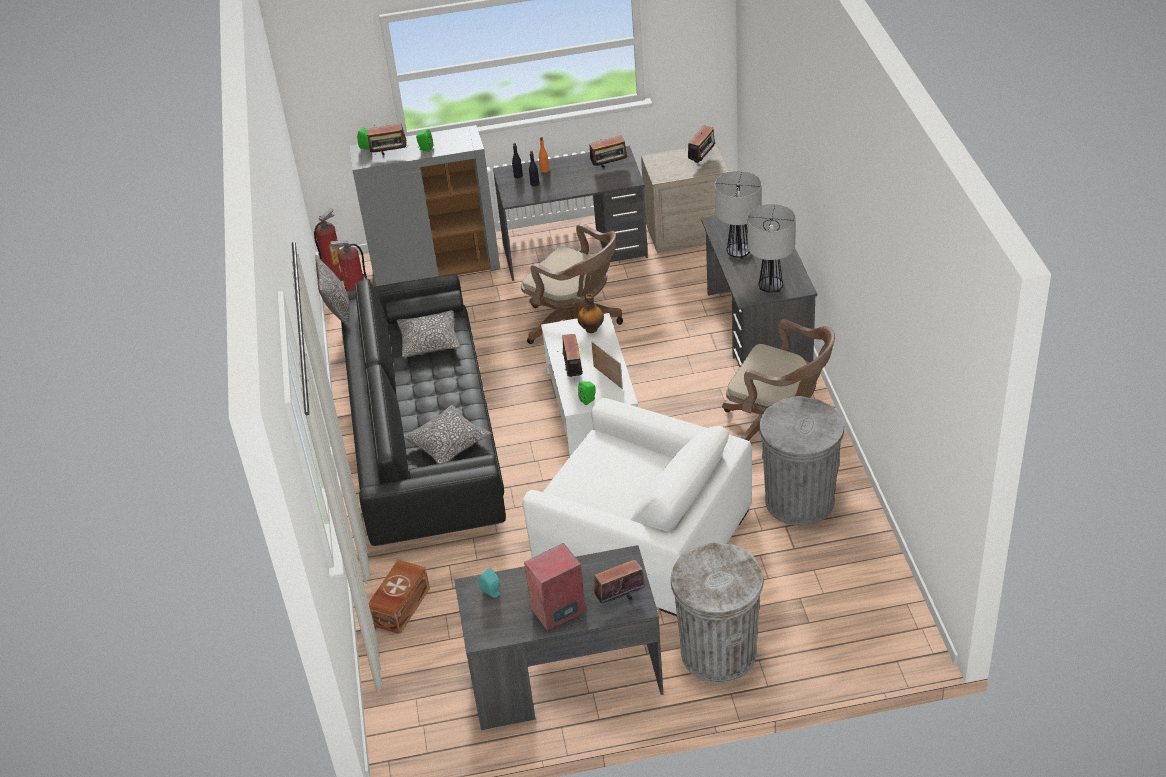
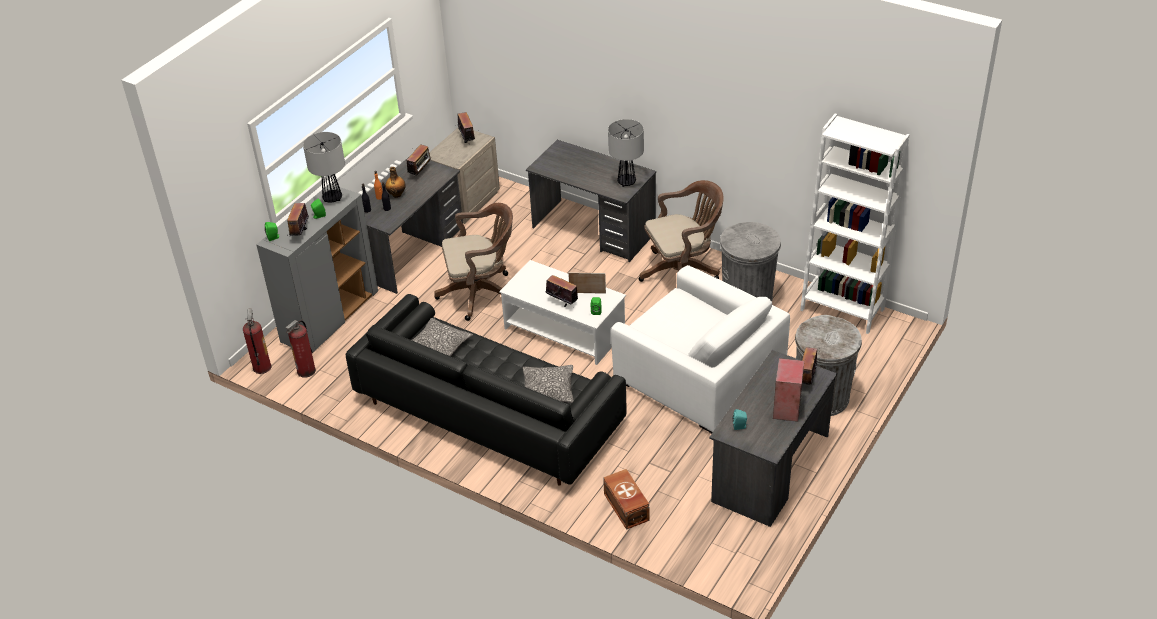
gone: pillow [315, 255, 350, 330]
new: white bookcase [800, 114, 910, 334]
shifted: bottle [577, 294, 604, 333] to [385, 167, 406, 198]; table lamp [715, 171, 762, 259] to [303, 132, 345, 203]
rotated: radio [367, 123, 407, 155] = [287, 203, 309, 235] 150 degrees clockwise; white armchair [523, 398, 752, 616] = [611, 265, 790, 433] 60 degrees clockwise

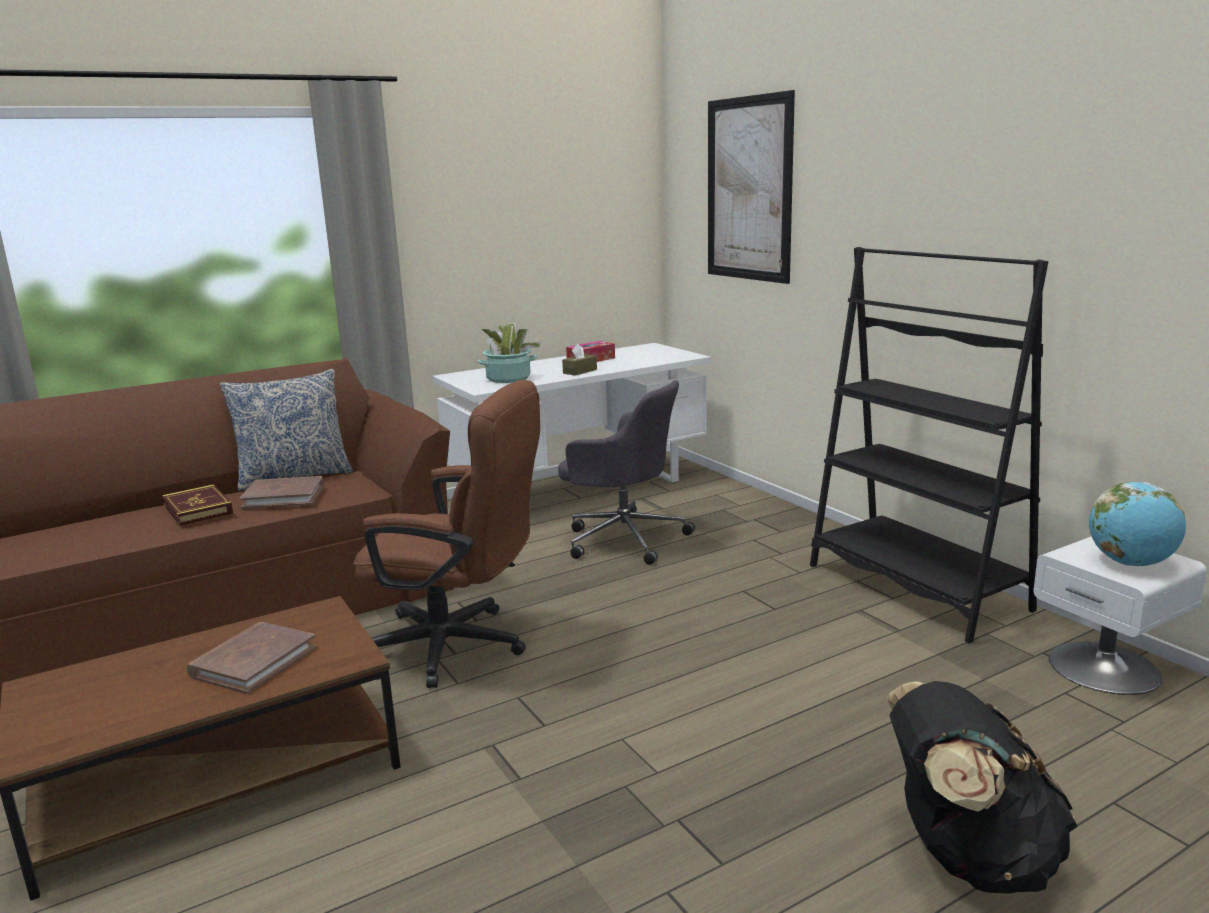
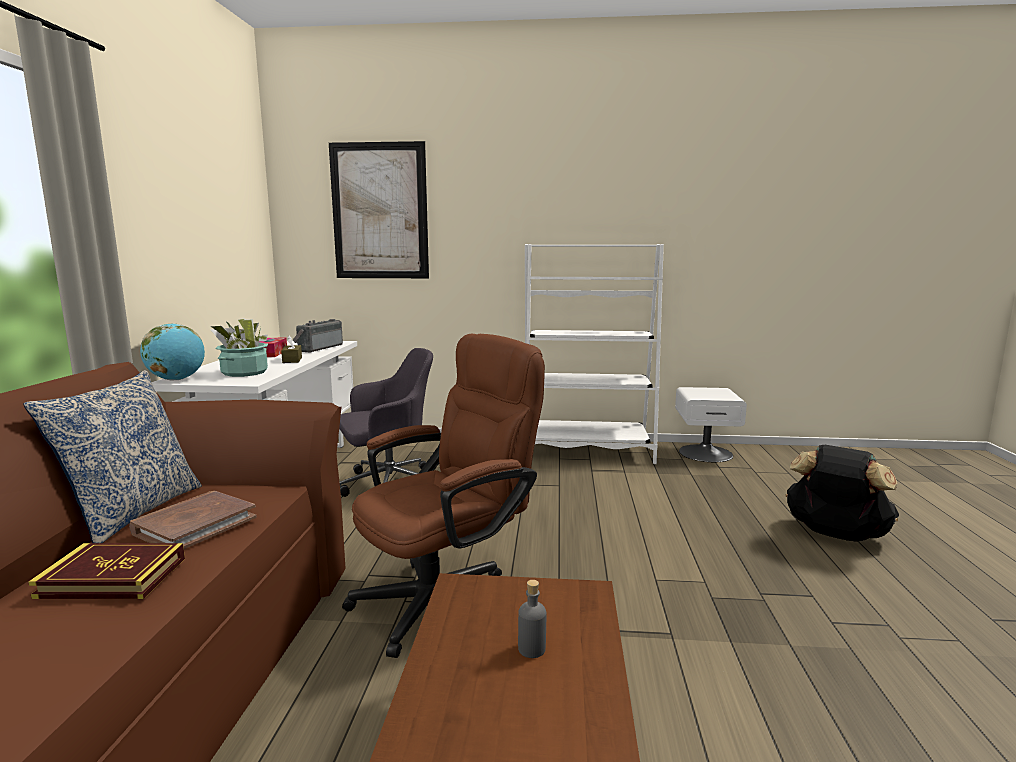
new: radio [293, 319, 343, 353]
shifted: globe [1089, 482, 1186, 566] to [140, 323, 205, 381]
swapped: brown book [187, 622, 317, 694] to grey bottle [518, 580, 546, 658]
repainted: black bookcase [810, 247, 1048, 643] to white bookcase [525, 244, 664, 464]

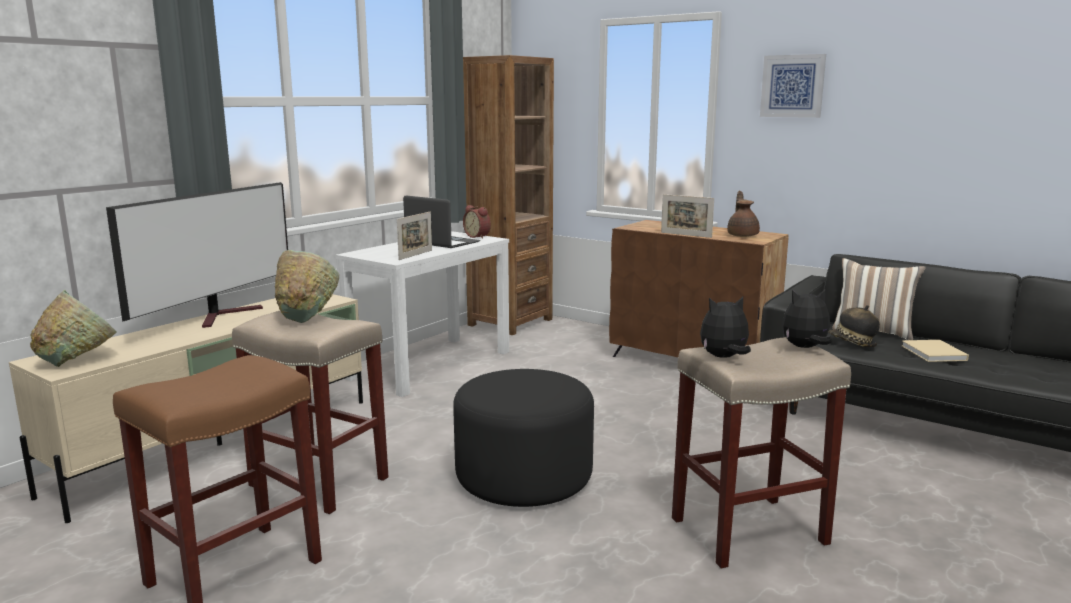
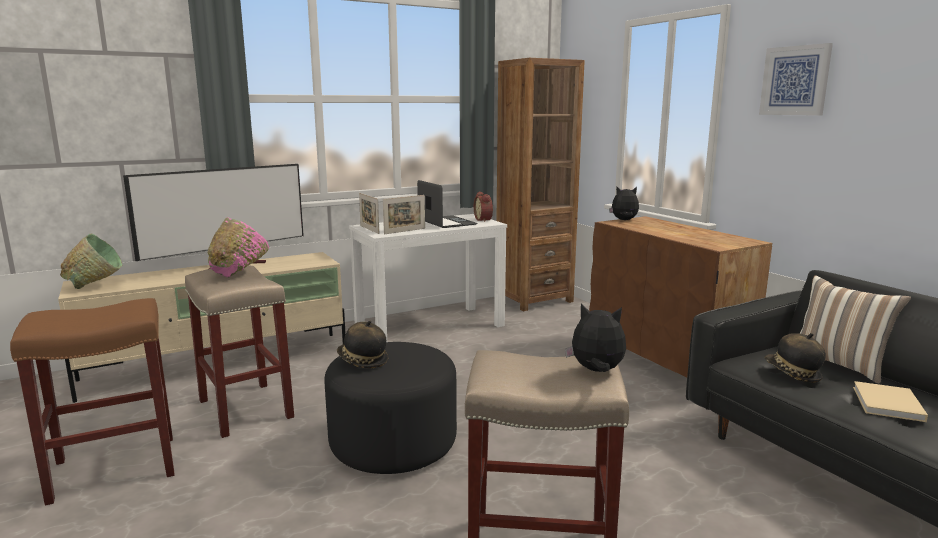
gone: brown teapot [727, 191, 760, 237]
new: hat [337, 320, 388, 368]
shifted: picture frame [661, 194, 714, 238] to [359, 193, 379, 234]; plush toy [700, 296, 751, 358] to [609, 186, 639, 220]
repainted: green bowl [275, 250, 340, 323] to pink bowl [207, 217, 269, 278]

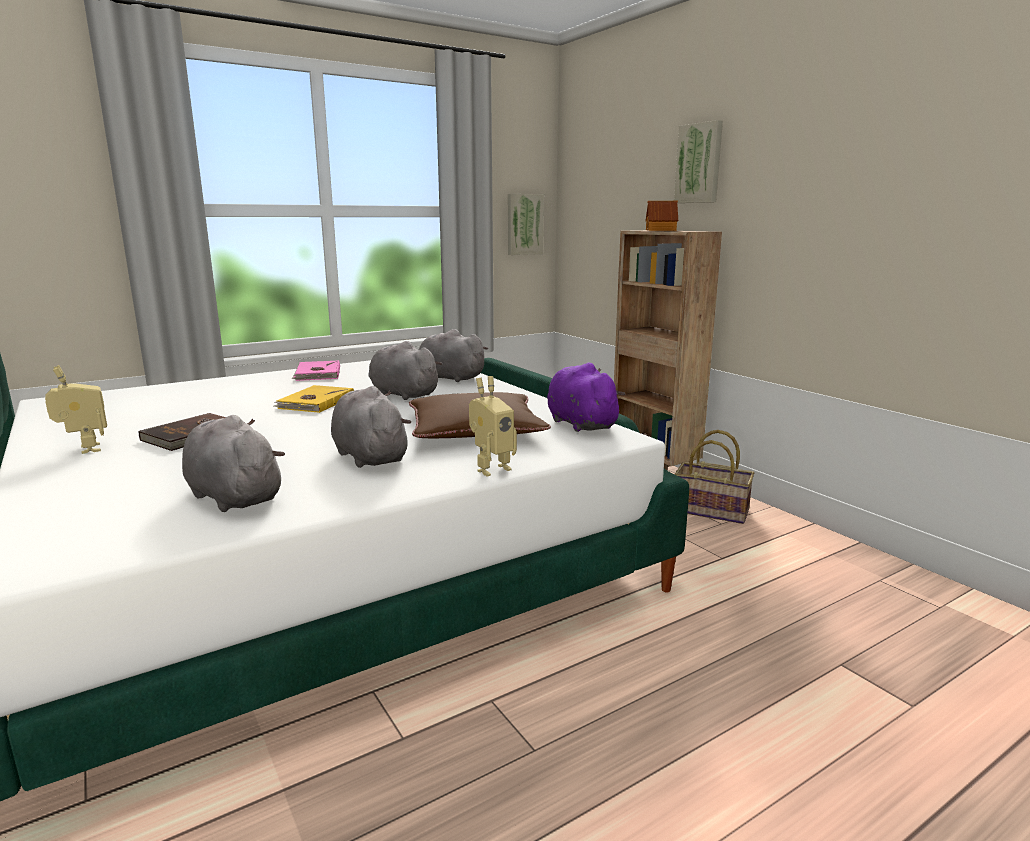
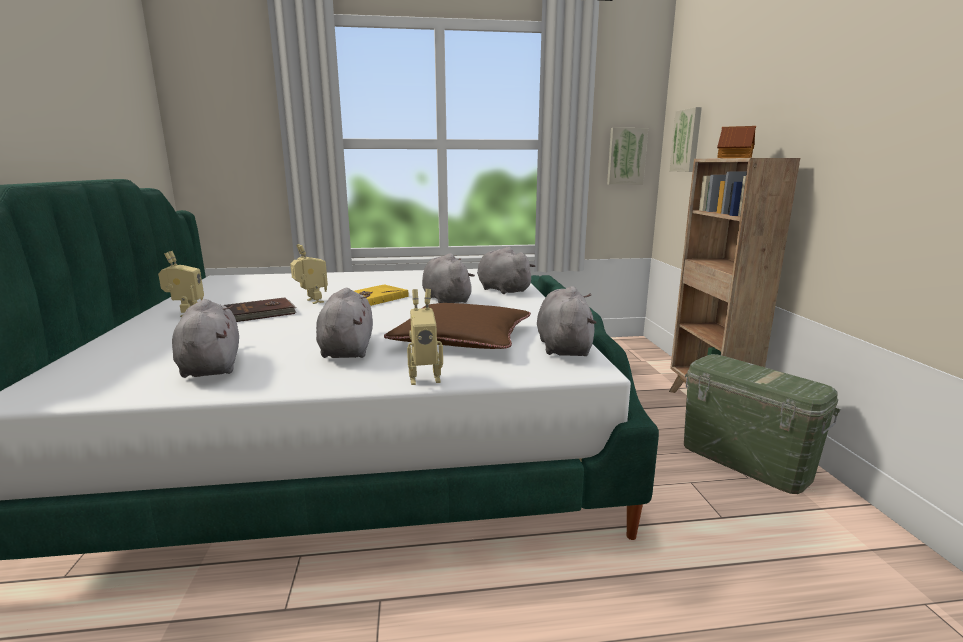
gone: pink book [292, 360, 340, 381]
new: toy robot [290, 244, 328, 304]
shifted: picture [674, 120, 723, 203] to [670, 107, 702, 172]
swapped: basket [675, 430, 754, 524] to green storage box [684, 354, 840, 494]
repainted: purple plush toy [547, 363, 625, 432] to grey plush toy [537, 286, 597, 356]

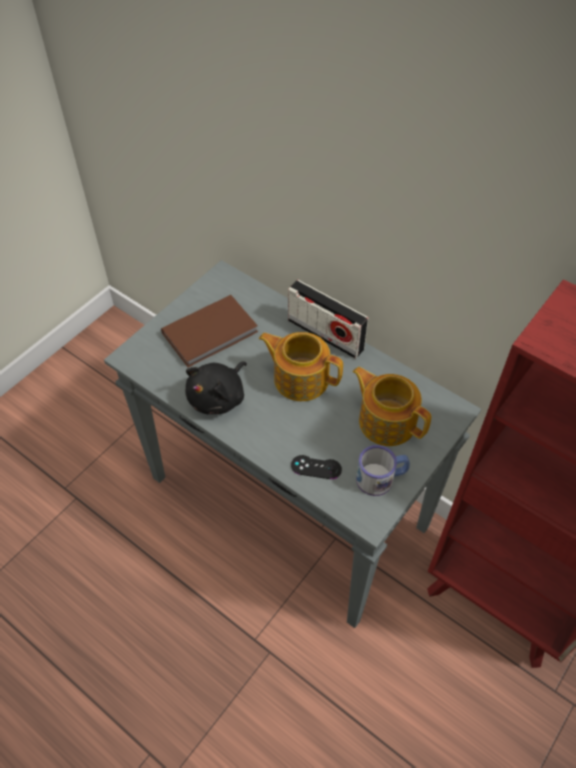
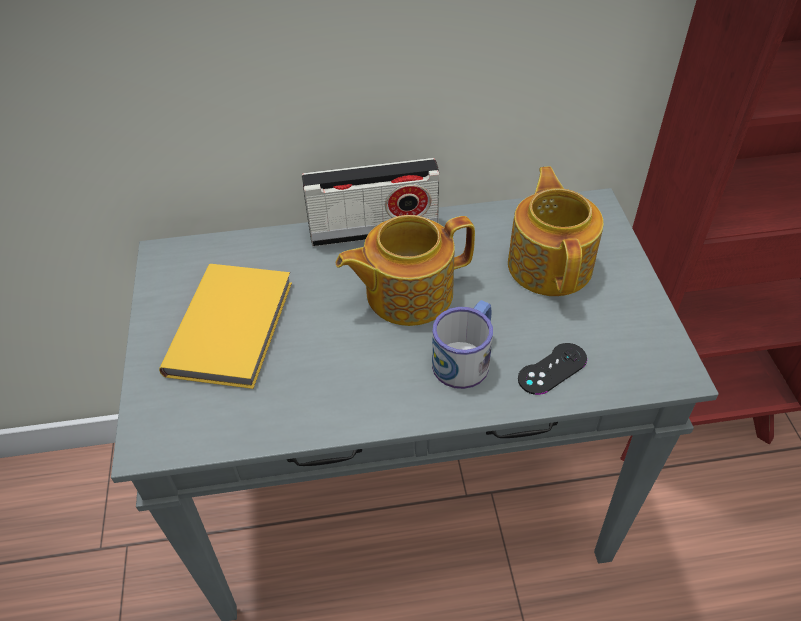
gone: black plush toy [185, 361, 247, 414]
shifted: mug [356, 445, 410, 496] to [432, 300, 493, 389]
repainted: brown book [161, 295, 258, 367] to yellow book [159, 264, 292, 389]
rotated: teapot [352, 367, 432, 446] = [508, 166, 604, 296] 90 degrees clockwise

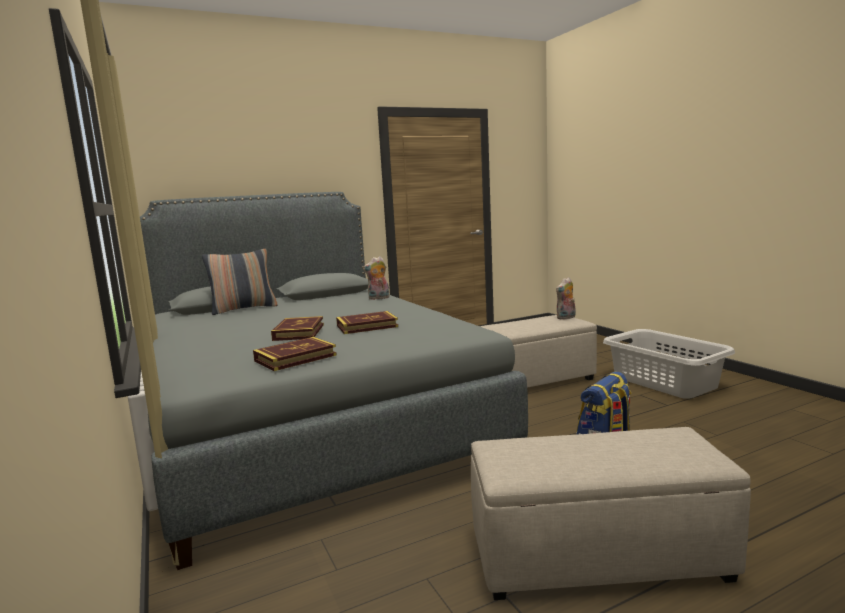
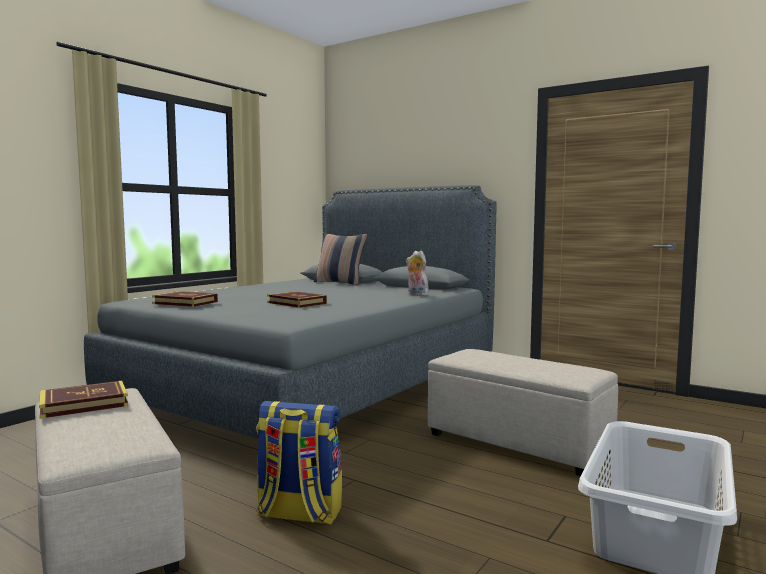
gone: plush toy [556, 277, 576, 320]
shifted: book [271, 316, 324, 341] to [39, 381, 128, 419]

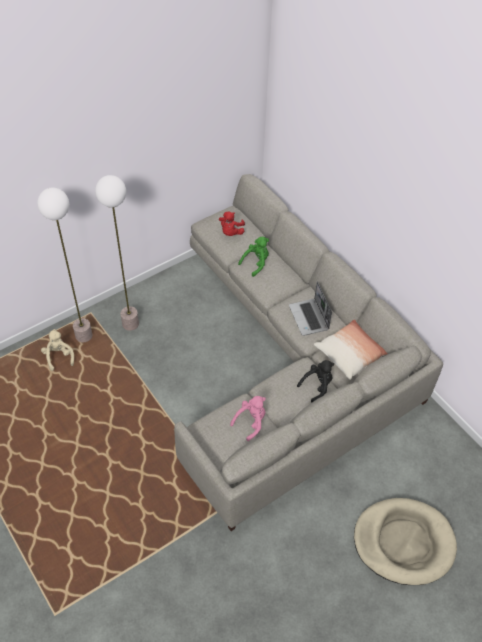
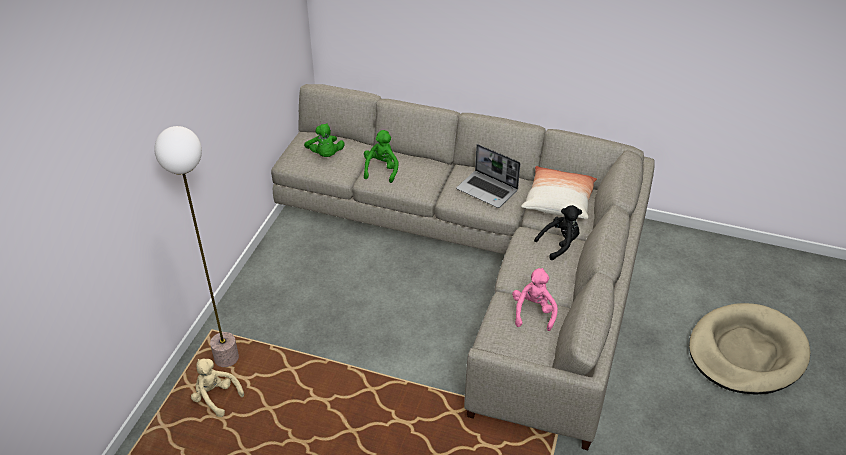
gone: floor lamp [95, 175, 139, 331]
repainted: red plush toy [219, 212, 245, 236] to green plush toy [304, 123, 345, 157]
rotated: black plush toy [297, 360, 334, 403] = [534, 205, 582, 260] 45 degrees clockwise

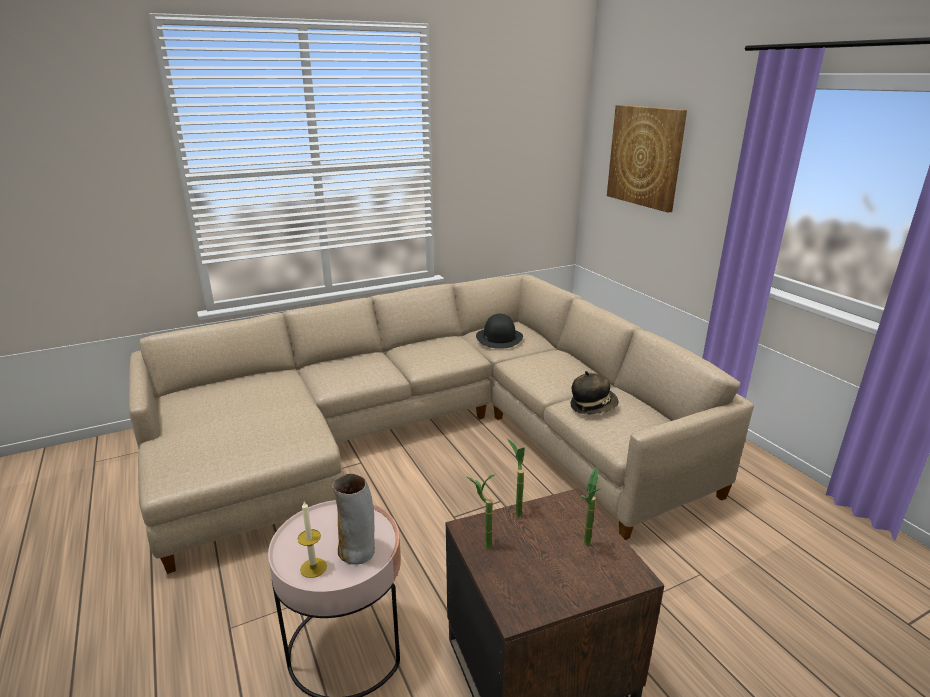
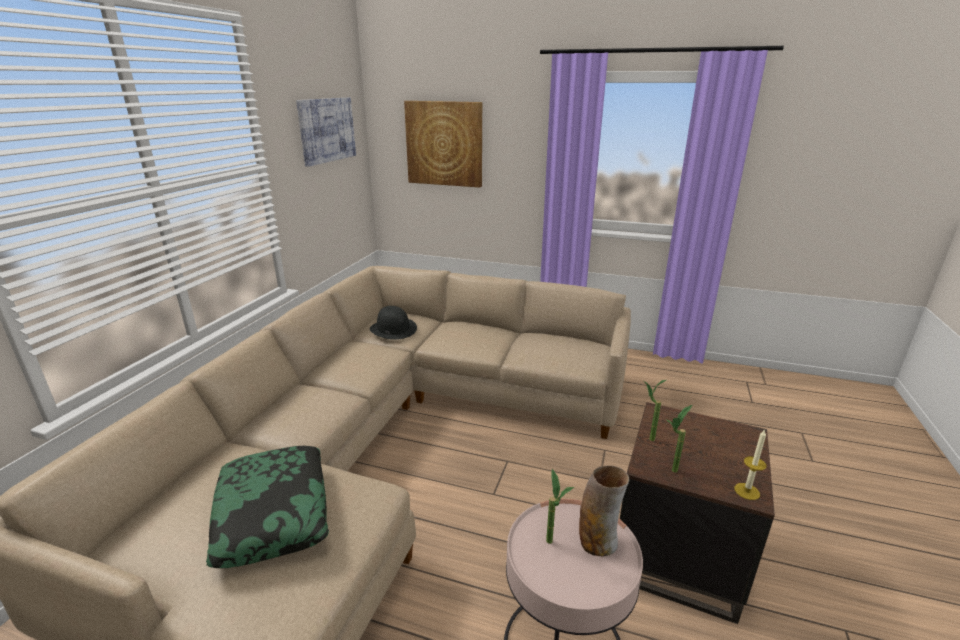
gone: hat [571, 371, 618, 414]
new: pillow [206, 446, 329, 568]; picture [296, 98, 356, 167]
shifted: candle [298, 501, 327, 578] to [734, 429, 767, 500]; potted plant [581, 467, 602, 546] to [546, 469, 574, 544]

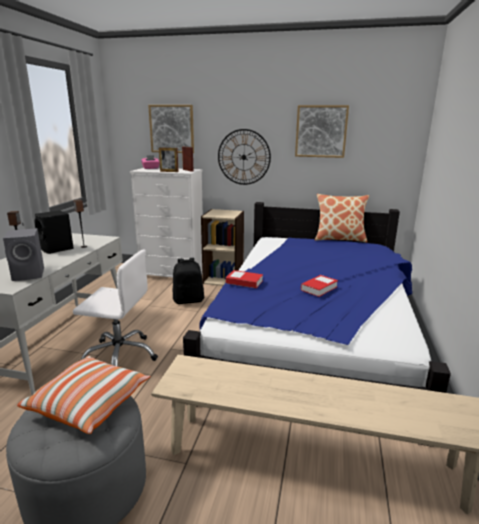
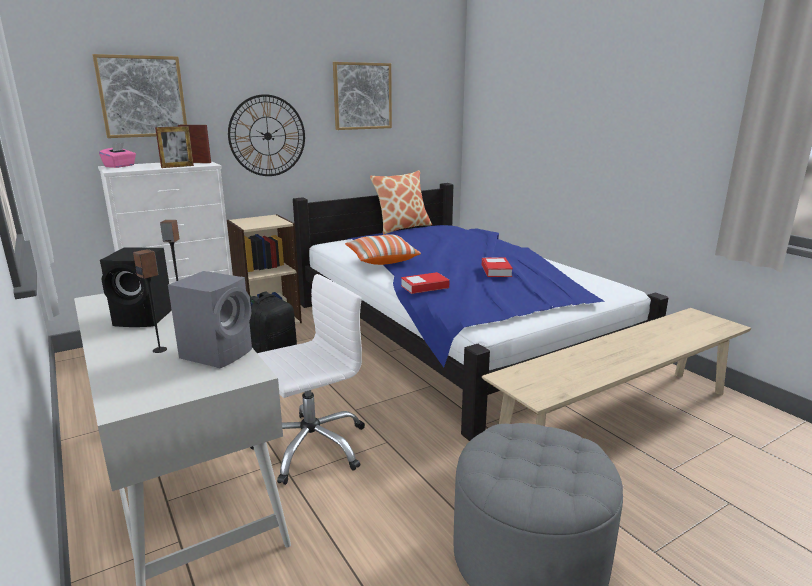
shifted: pillow [17, 356, 150, 434] to [345, 234, 421, 265]

